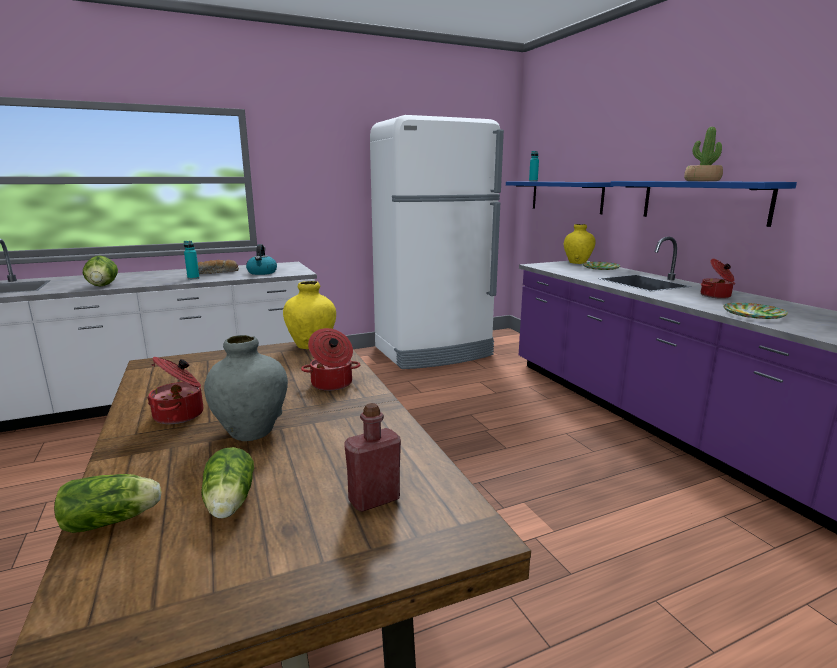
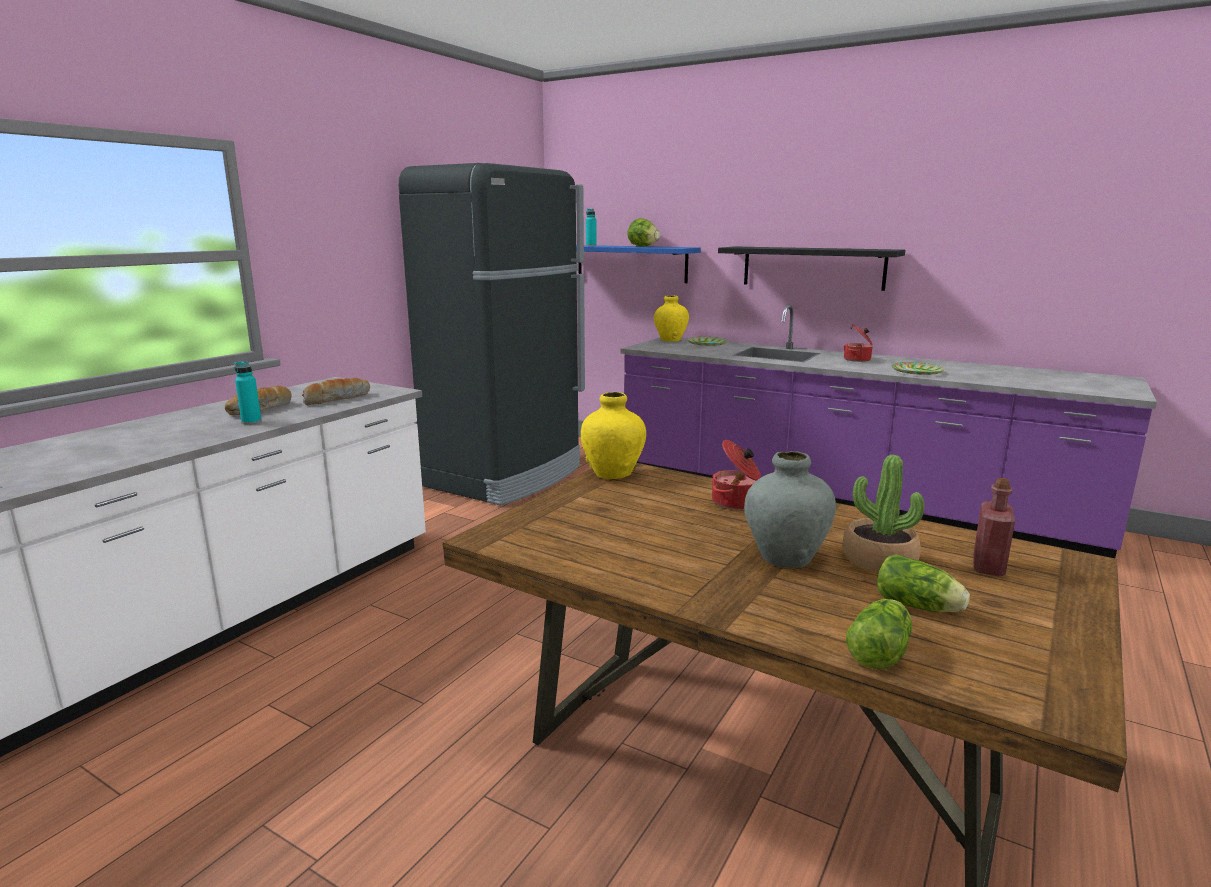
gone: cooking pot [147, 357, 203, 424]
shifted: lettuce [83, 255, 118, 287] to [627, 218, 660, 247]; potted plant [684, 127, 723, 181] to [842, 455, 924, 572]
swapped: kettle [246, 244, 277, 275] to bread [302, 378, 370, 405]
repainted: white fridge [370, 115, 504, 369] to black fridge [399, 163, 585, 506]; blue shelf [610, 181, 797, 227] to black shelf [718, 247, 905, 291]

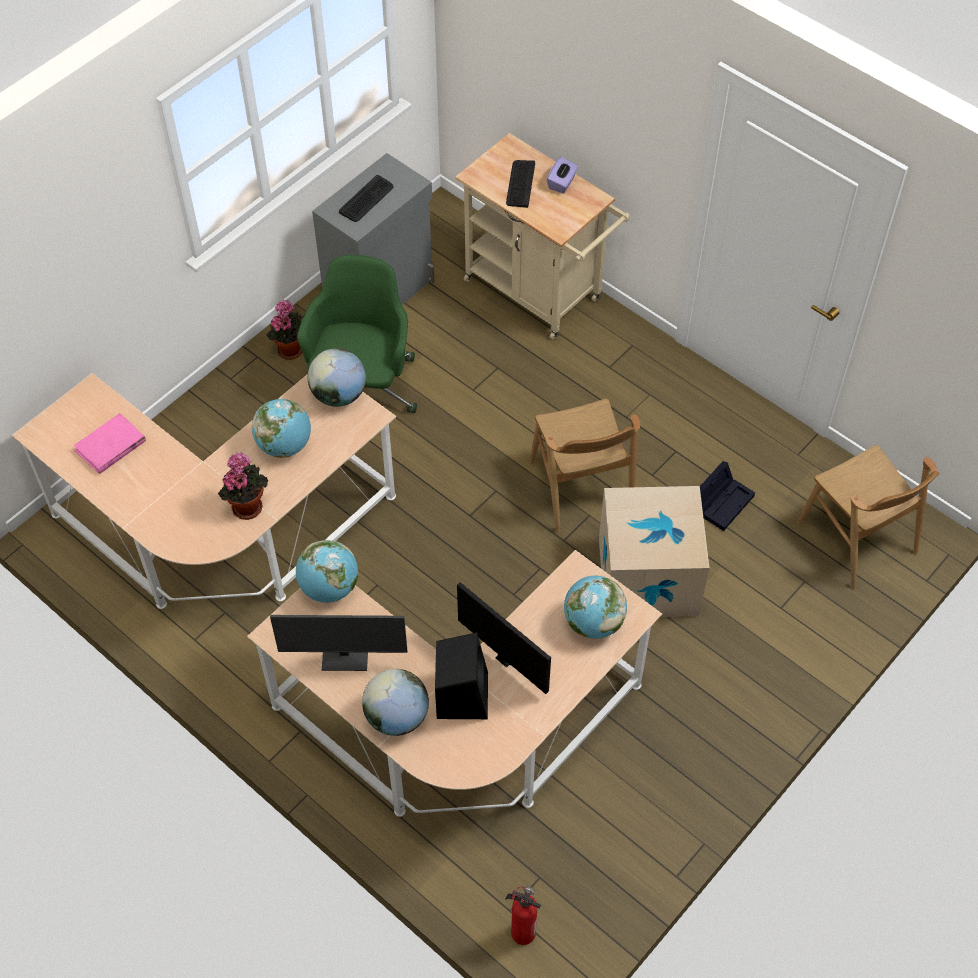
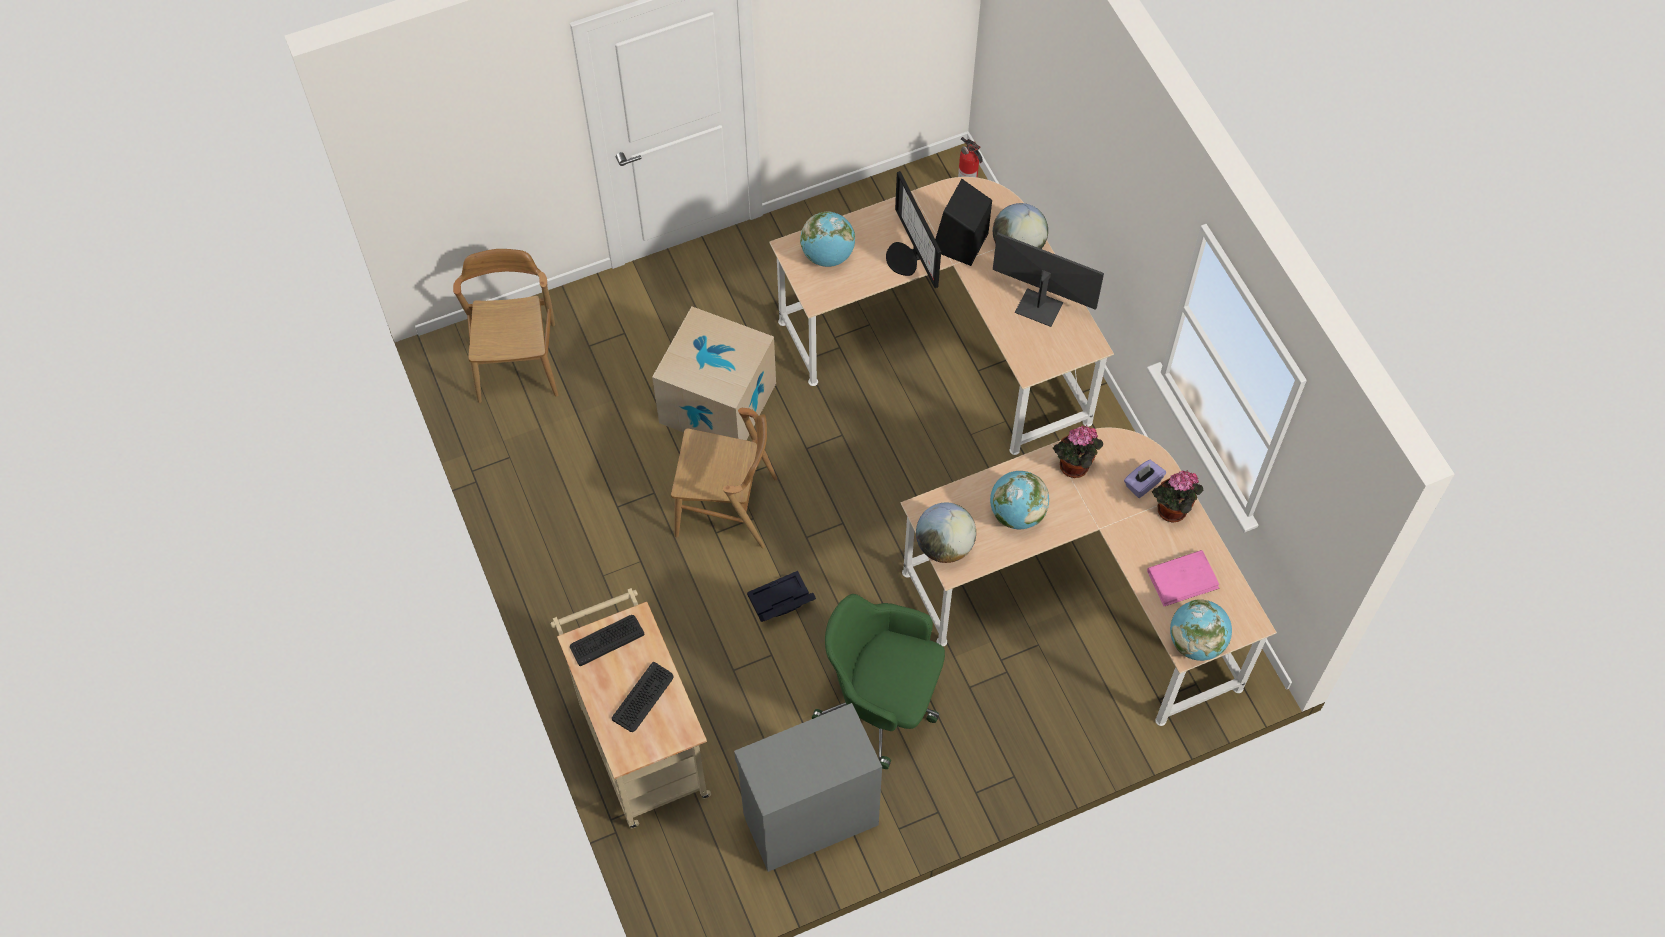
shifted: potted plant [266, 299, 302, 360] to [1151, 470, 1203, 523]; globe [296, 540, 358, 603] to [1170, 599, 1232, 661]; keyboard [339, 175, 394, 222] to [570, 615, 644, 666]; purple tissue box [547, 157, 578, 194] to [1124, 460, 1166, 498]; black storage box [700, 461, 755, 531] to [747, 571, 816, 622]
rotated: green office chair [297, 255, 417, 413] = [812, 594, 945, 769] 75 degrees clockwise; brown chair [530, 399, 640, 533] = [671, 408, 777, 548] 90 degrees clockwise

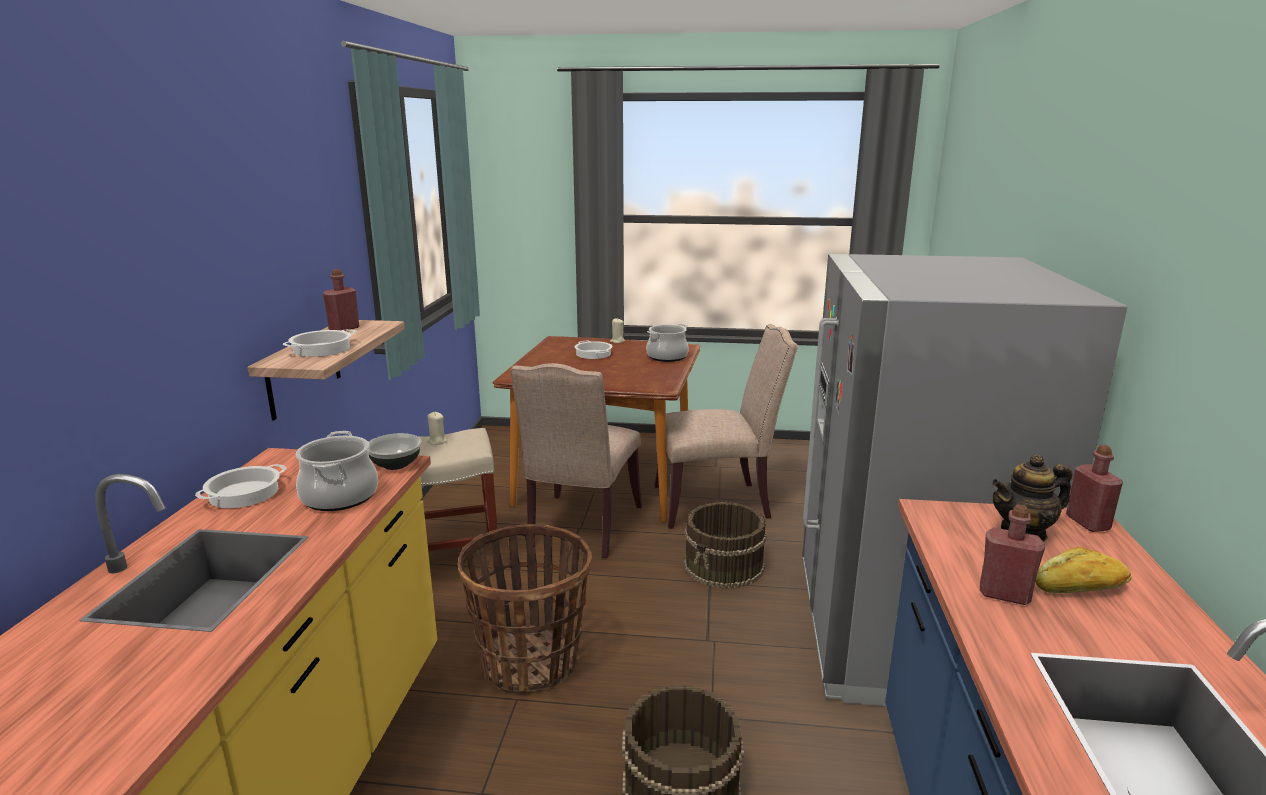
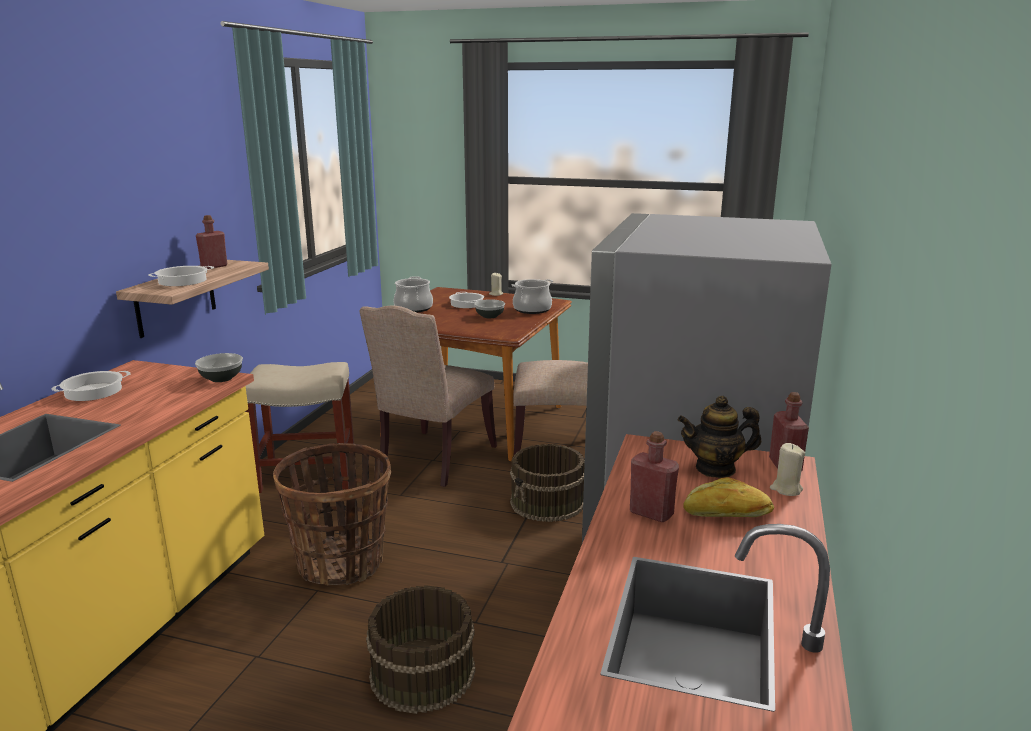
new: bowl [474, 299, 505, 318]
shifted: cooking pot [296, 431, 378, 511] to [393, 276, 433, 313]; beige candle [427, 412, 447, 445] to [770, 443, 805, 496]

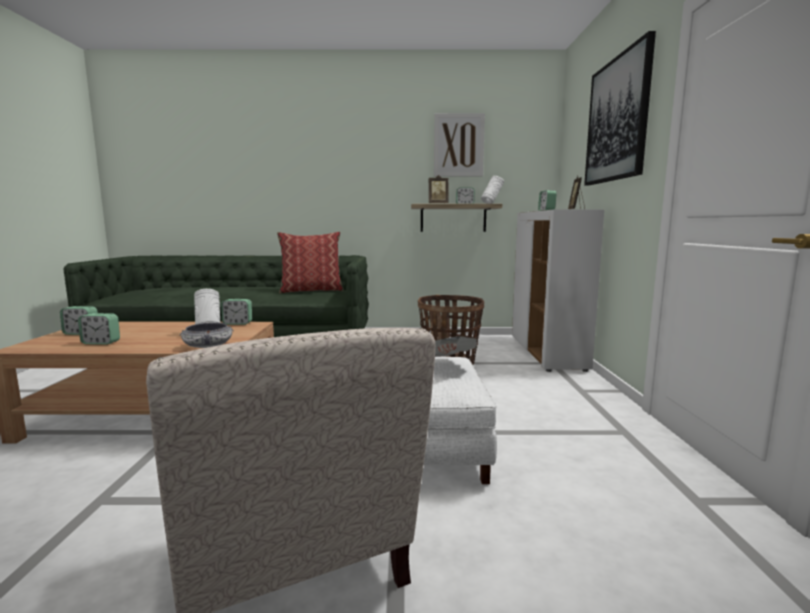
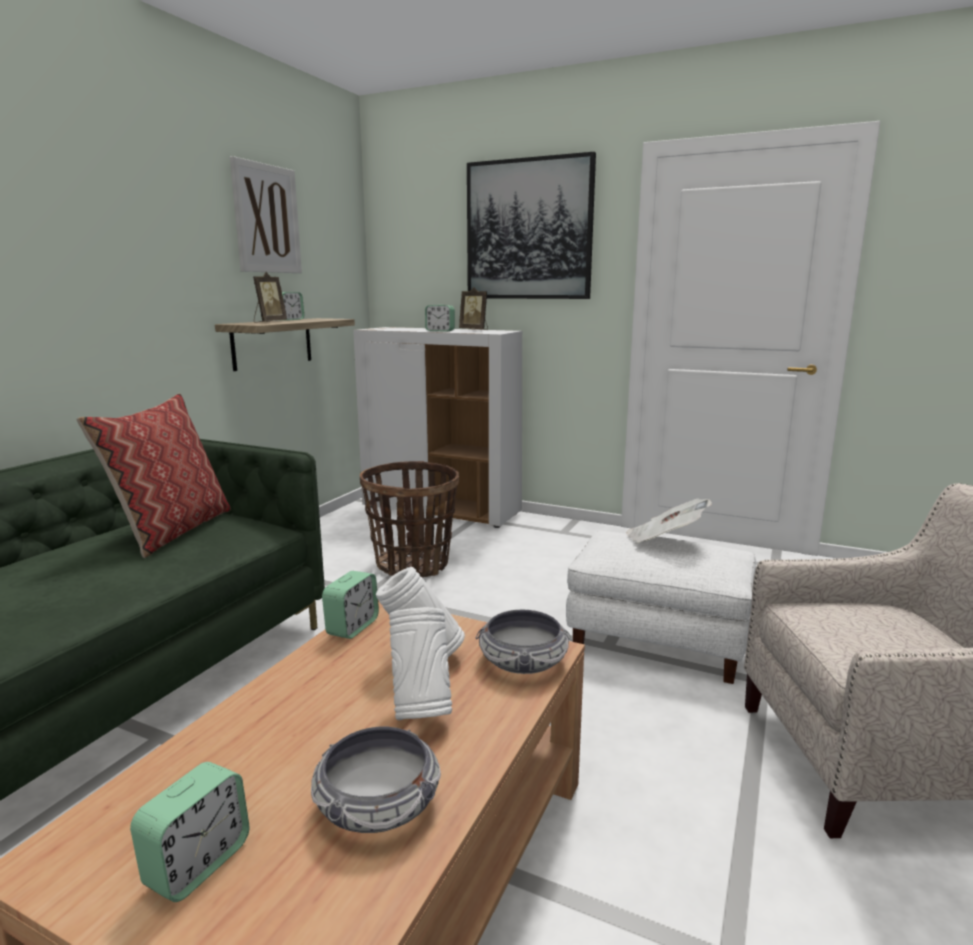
shifted: white vase [481, 176, 504, 204] to [389, 607, 452, 720]
swapped: alarm clock [78, 313, 120, 345] to bowl [311, 727, 441, 833]

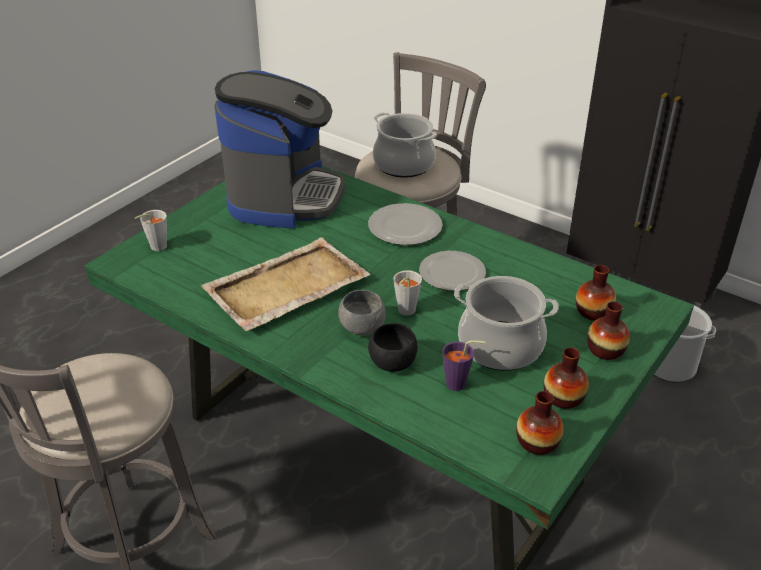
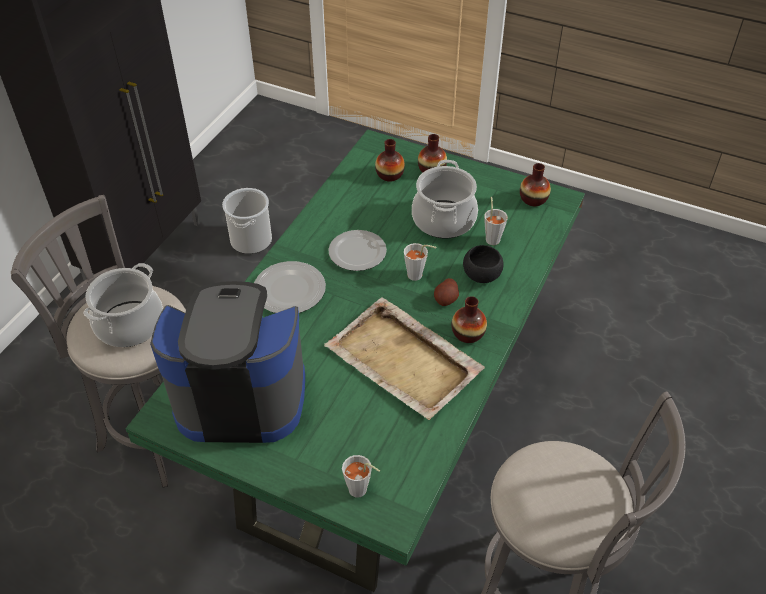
shifted: vase [544, 347, 589, 409] to [452, 296, 487, 343]
swapped: grey bowl [338, 290, 386, 335] to potato [434, 278, 459, 306]
repainted: purple cup [442, 340, 486, 391] to grey cup [484, 197, 508, 245]

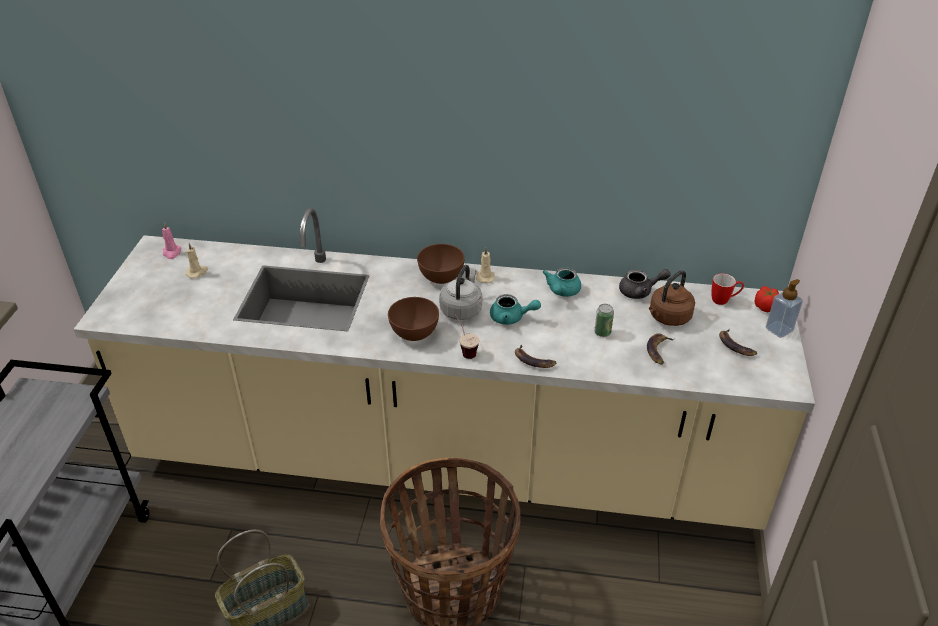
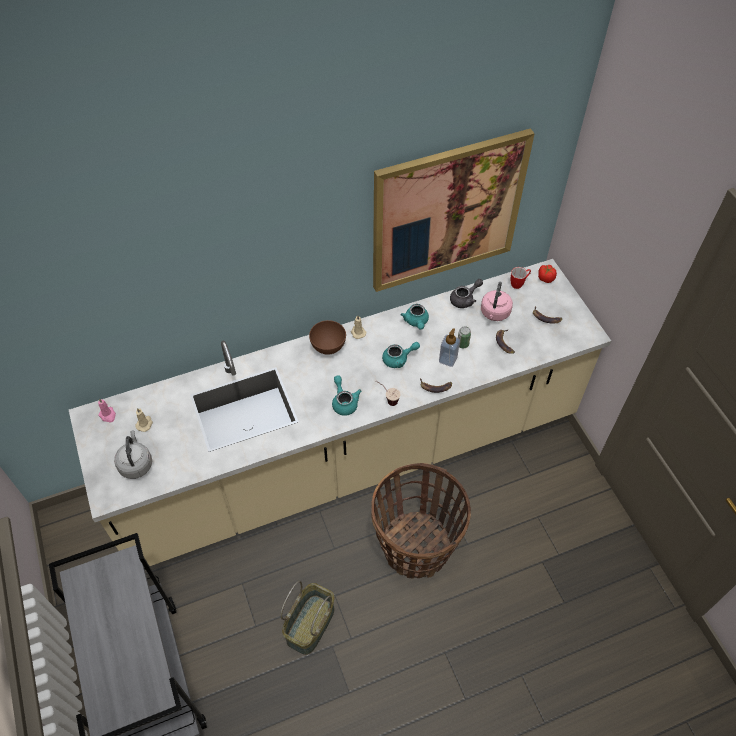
new: picture [373, 128, 535, 292]
shifted: grey kettle [439, 265, 482, 320] to [114, 430, 152, 479]; soap dispenser [766, 279, 803, 338] to [439, 328, 460, 367]
swapped: brown bowl [388, 297, 439, 341] to turquoise teapot [332, 375, 362, 416]
repainted: brown kettle [649, 270, 695, 326] to pink kettle [481, 282, 513, 321]

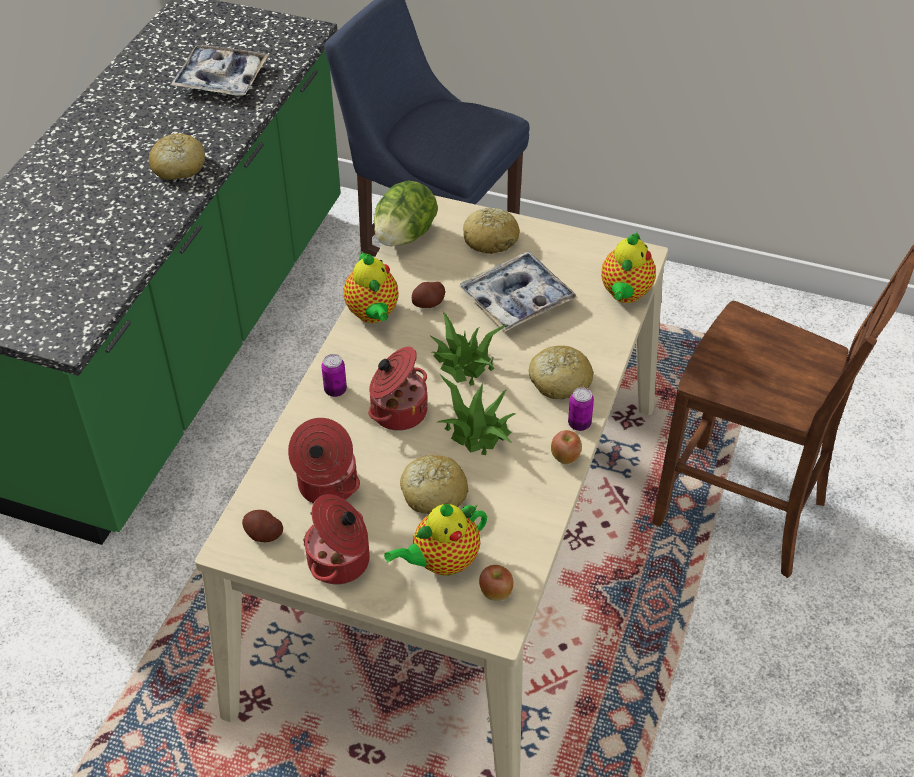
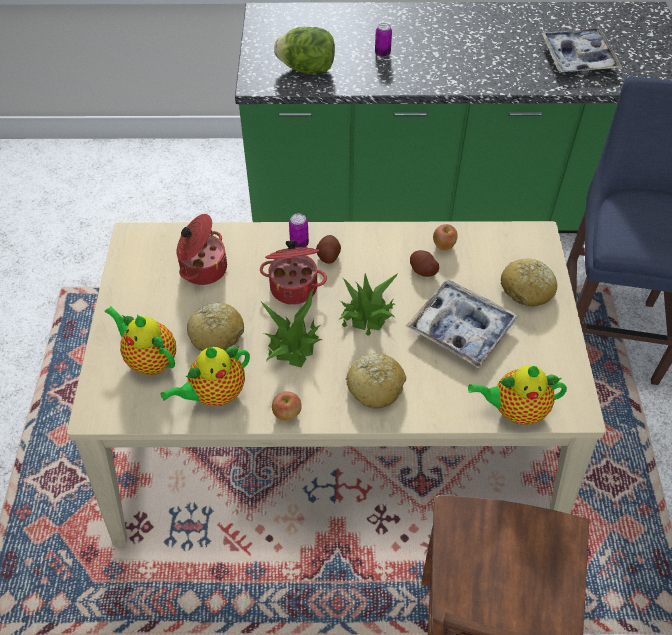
gone: bread [149, 134, 205, 180]; cooking pot [303, 494, 370, 584]
shifted: potato [242, 510, 283, 543] to [316, 235, 341, 264]; teapot [343, 252, 399, 323] to [160, 346, 250, 406]; lettuce [374, 180, 438, 246] to [274, 27, 335, 74]; apple [479, 565, 514, 601] to [433, 224, 458, 251]; can [568, 387, 594, 431] to [375, 23, 392, 57]

